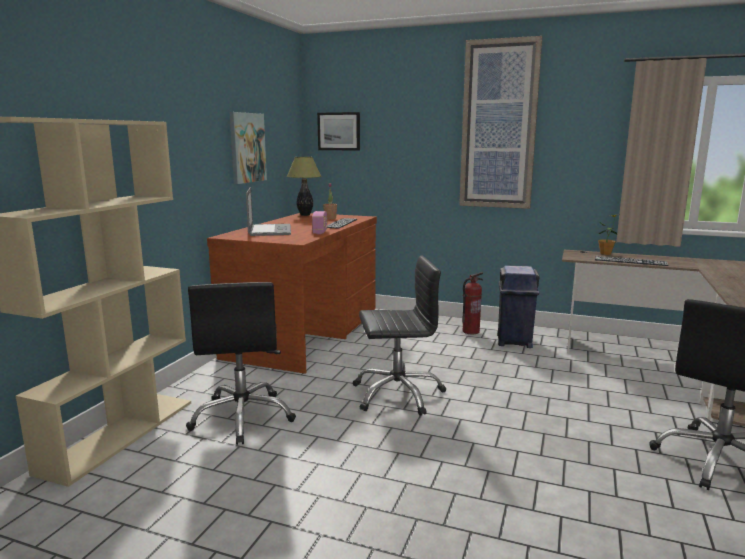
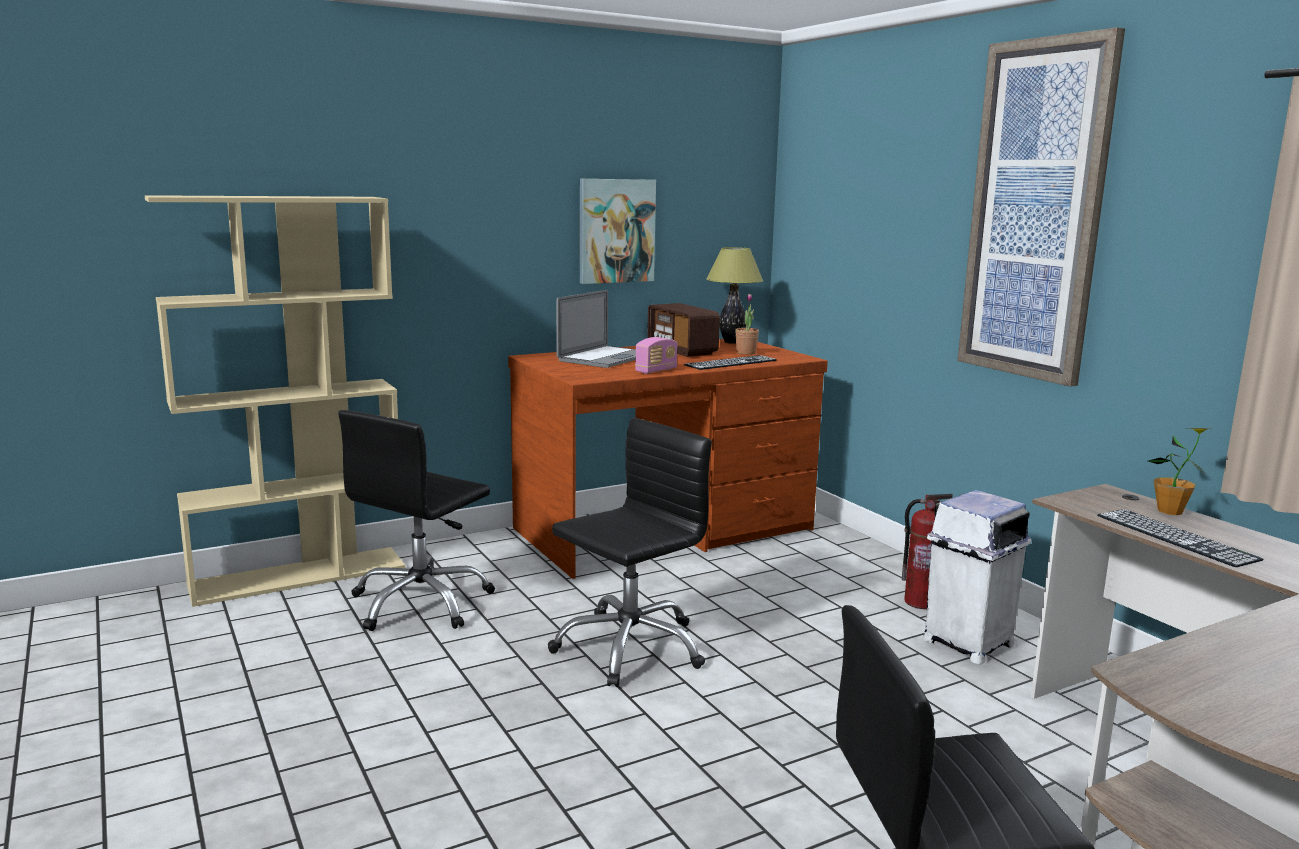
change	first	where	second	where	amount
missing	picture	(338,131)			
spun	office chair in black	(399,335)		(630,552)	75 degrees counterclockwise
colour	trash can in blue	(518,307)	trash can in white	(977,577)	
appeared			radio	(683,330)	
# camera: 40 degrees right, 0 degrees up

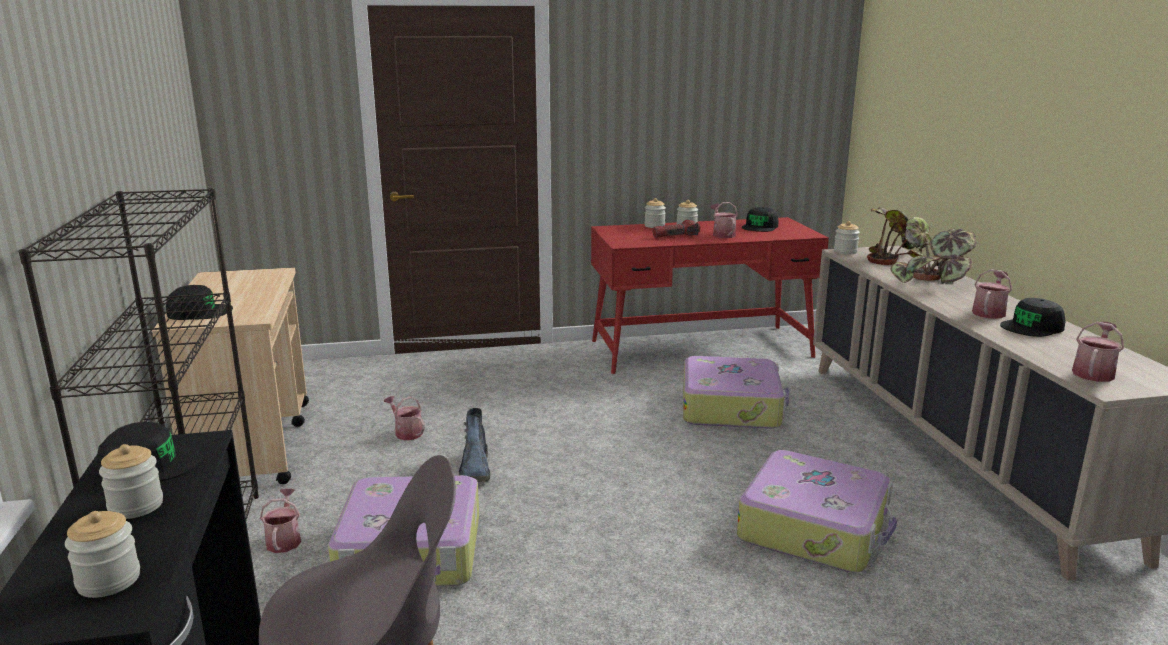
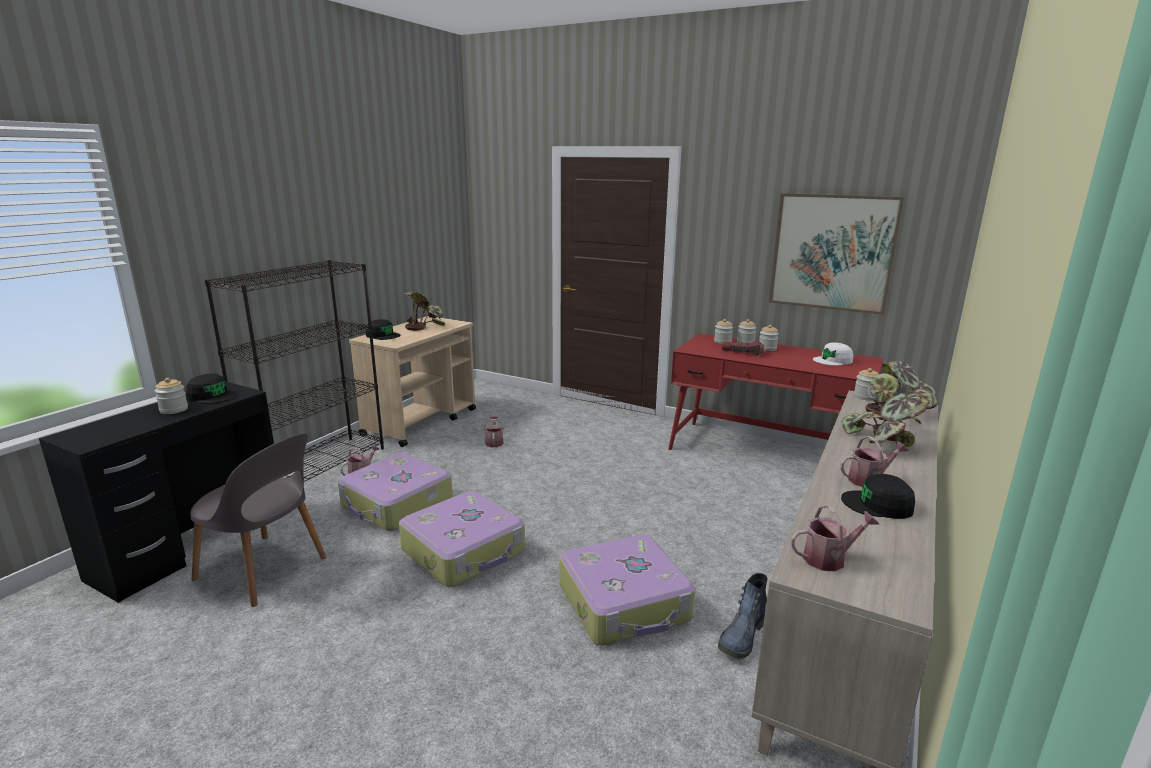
change	first	where	second	where	amount
missing	watering can	(724,220)			
colour	cap in black	(760,219)	cap in white	(833,354)	
relocated	suitcase	(736,392)		(462,539)	
relocated	boot	(474,445)		(743,616)	
relocated	jar	(102,554)		(723,331)	
appeared			picture	(836,254)	
appeared			potted plant	(424,311)	
# camera: 40 degrees right, 0 degrees up

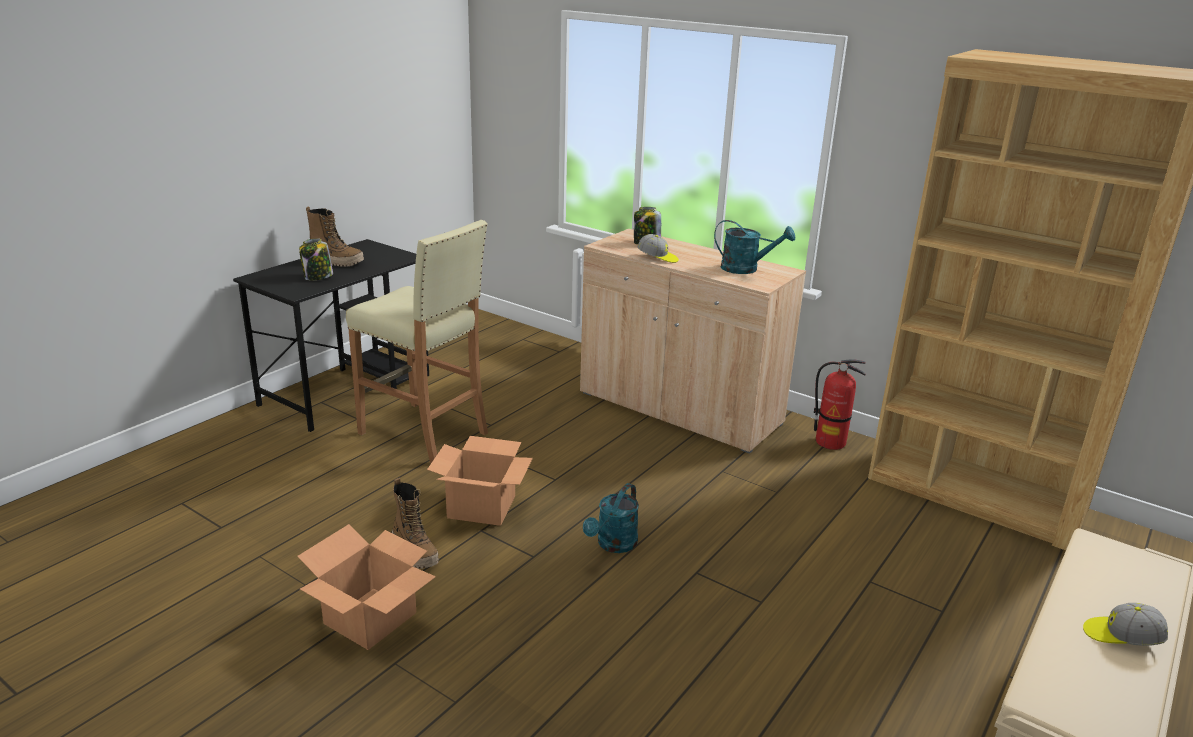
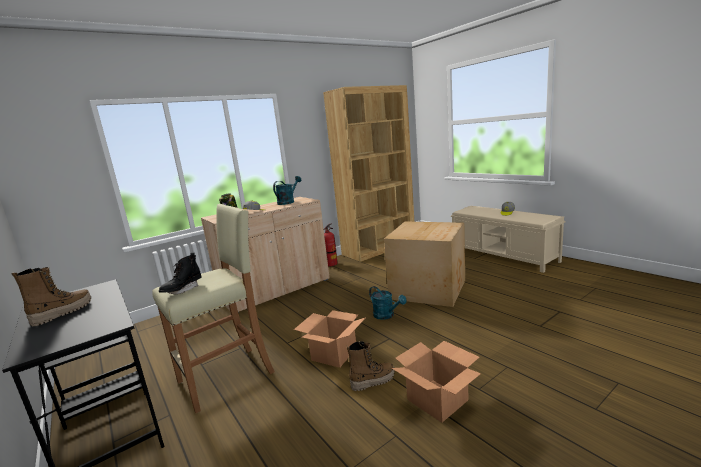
change	first	where	second	where	amount
missing	jar	(316,259)			
appeared			cardboard box	(424,264)	
appeared			boot in black	(180,273)	
# camera: 70 degrees left, 10 degrees down

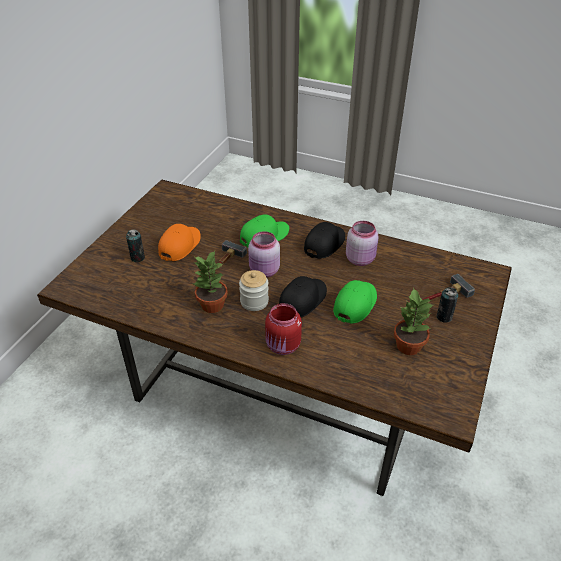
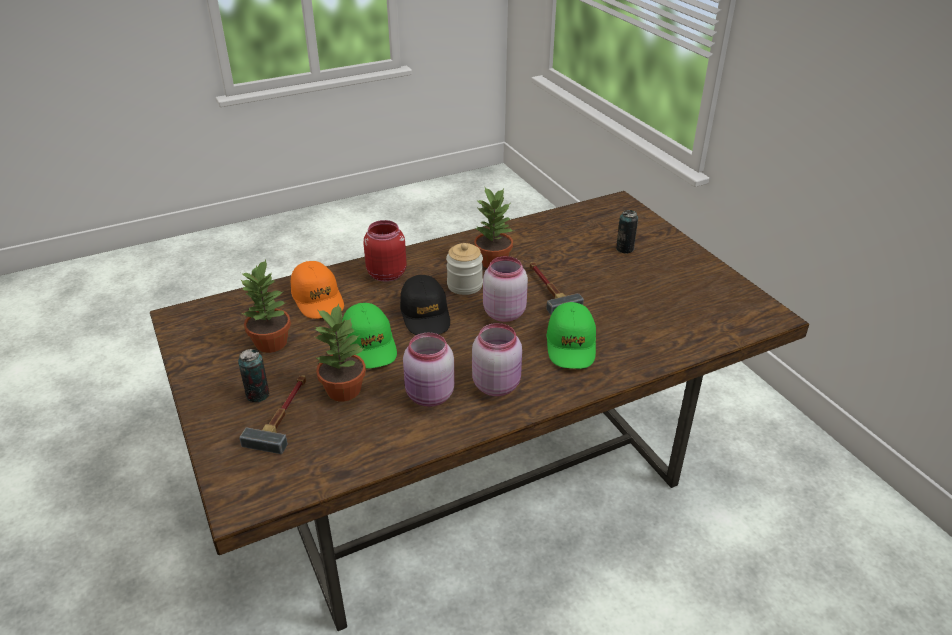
change	first	where	second	where	amount
exchanged	cap in black	(324,240)	jar in pink	(497,359)	
relocated	cap in orange	(179,242)		(317,290)	
appeared			potted plant	(339,352)	
# camera: 130 degrees right, 5 degrees down

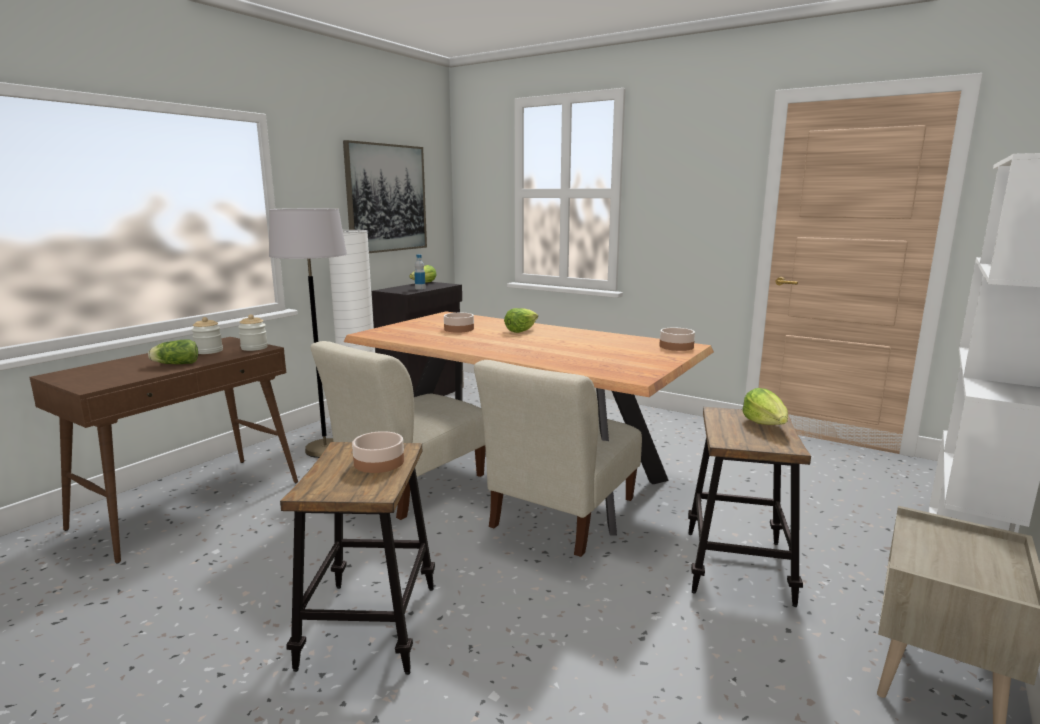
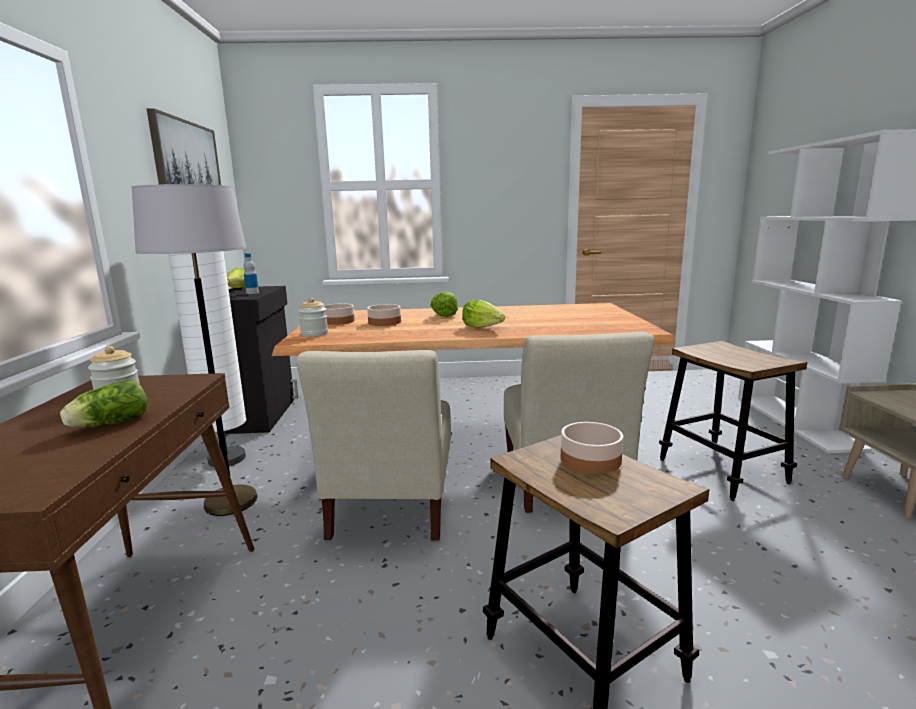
change	first	where	second	where	amount
relocated	jar	(253,332)		(313,317)	
relocated	bowl	(677,339)		(339,314)	
relocated	lettuce	(765,406)		(483,313)	
# camera: 35 degrees left, 0 degrees up

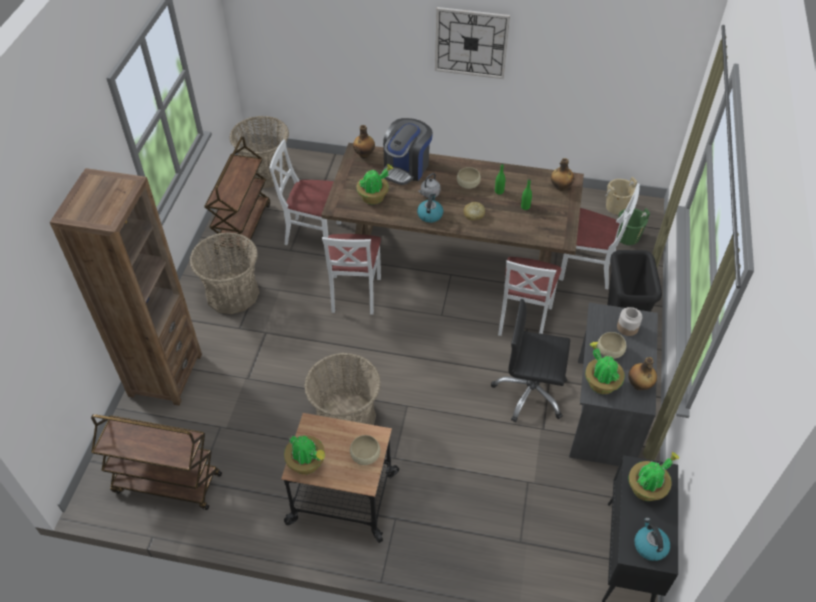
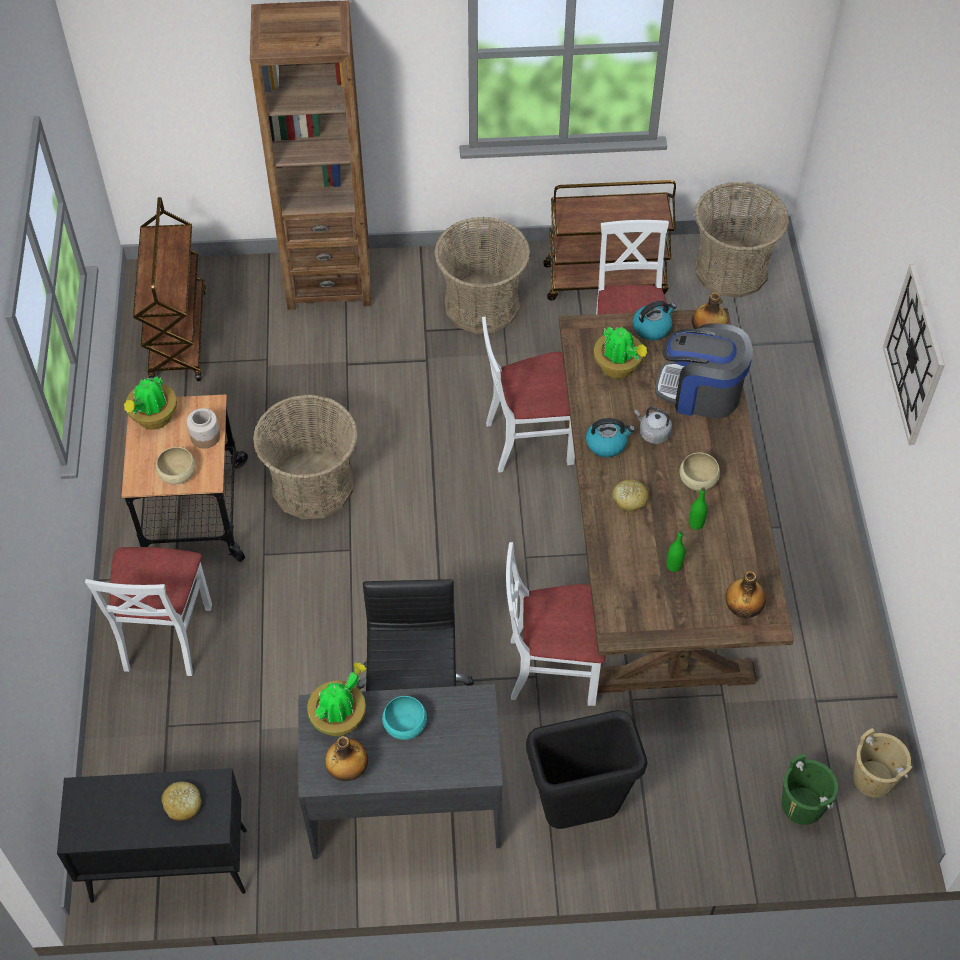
change	first	where	second	where	amount
relocated	chair in white	(599,236)		(148,611)	
relocated	jar	(629,321)		(203,428)	
colour	bowl in beige	(611,345)	bowl in turquoise	(404,718)	
exchanged	potted plant	(654,476)	bread	(181,801)	
relocated	kettle	(652,539)		(654,320)	
# camera: 75 degrees right, 5 degrees up

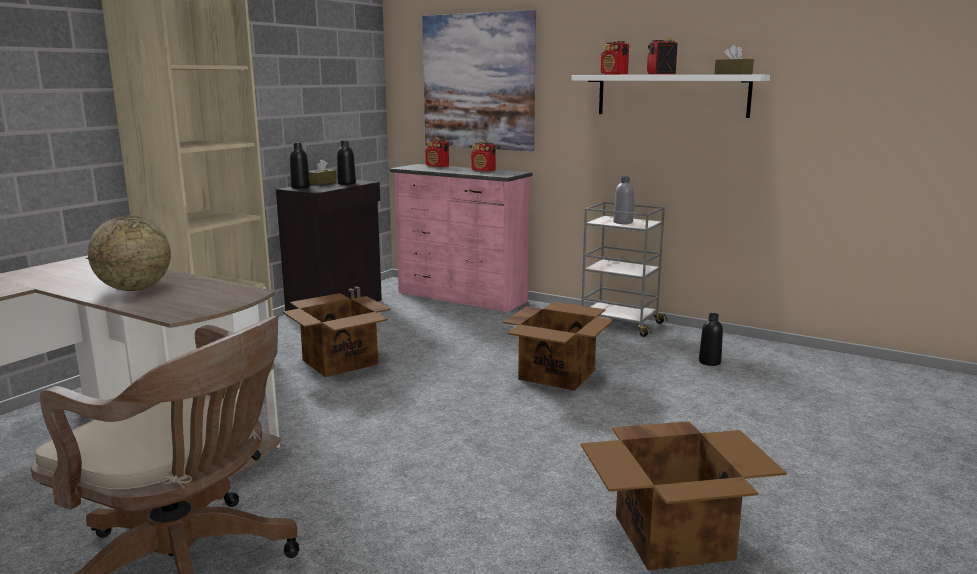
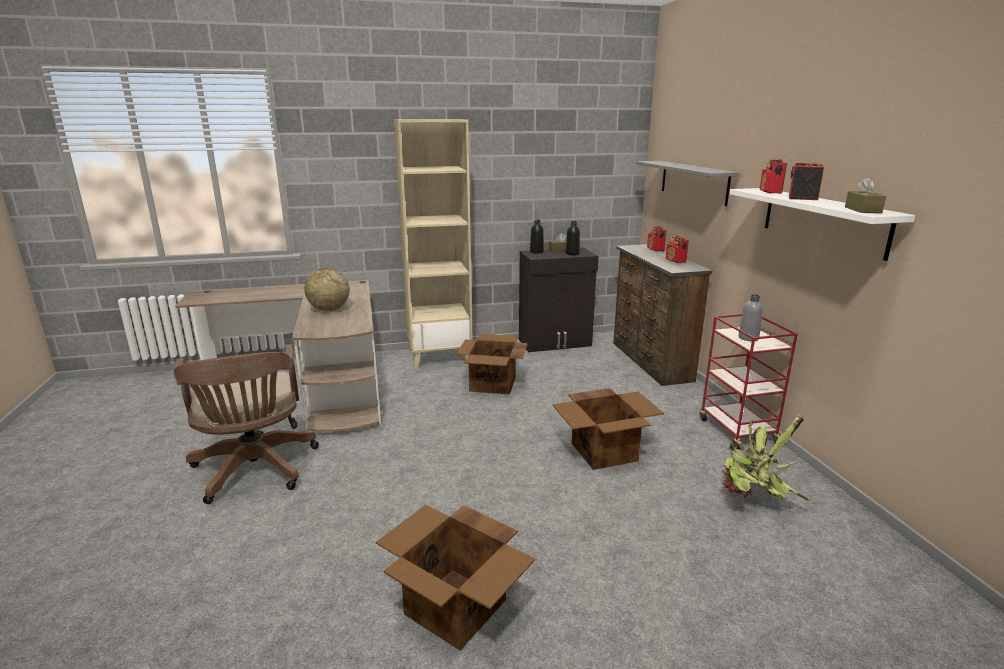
change	first	where	second	where	amount
exchanged	picture	(479,80)	shelf in grey	(688,183)	
colour	dresser in pink	(461,238)	dresser in brown	(662,315)	
colour	cart in grey	(624,269)	cart in red	(748,382)	
exchanged	bottle in black	(711,339)	potted plant	(766,457)	
# camera: 45 degrees right, 5 degrees up

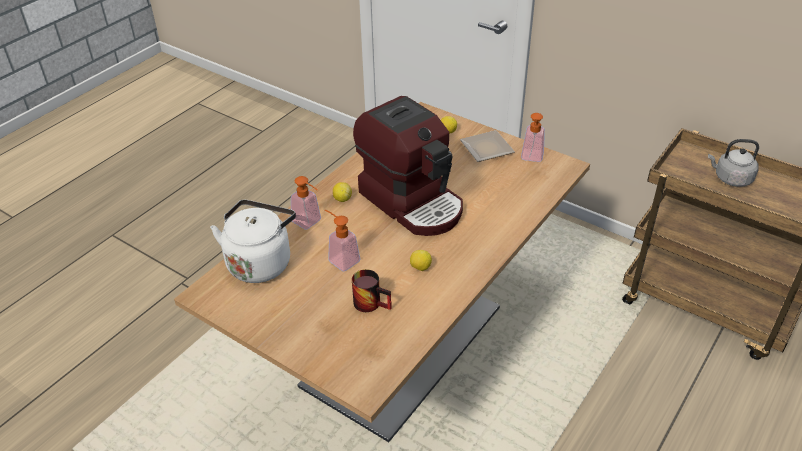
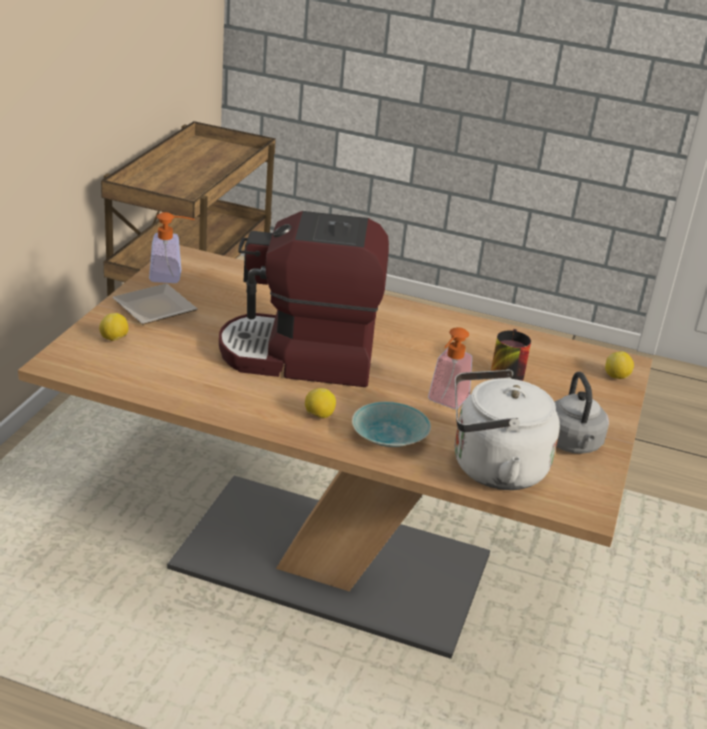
change	first	where	second	where	amount
spun	coffee machine	(408,166)		(304,299)	120 degrees counterclockwise
relocated	kettle in grey	(733,163)		(582,413)	
exchanged	soap dispenser	(306,203)	bowl in turquoise	(391,424)	
relocated	lemon	(421,260)		(619,365)	
# camera: 110 degrees left, 10 degrees down

